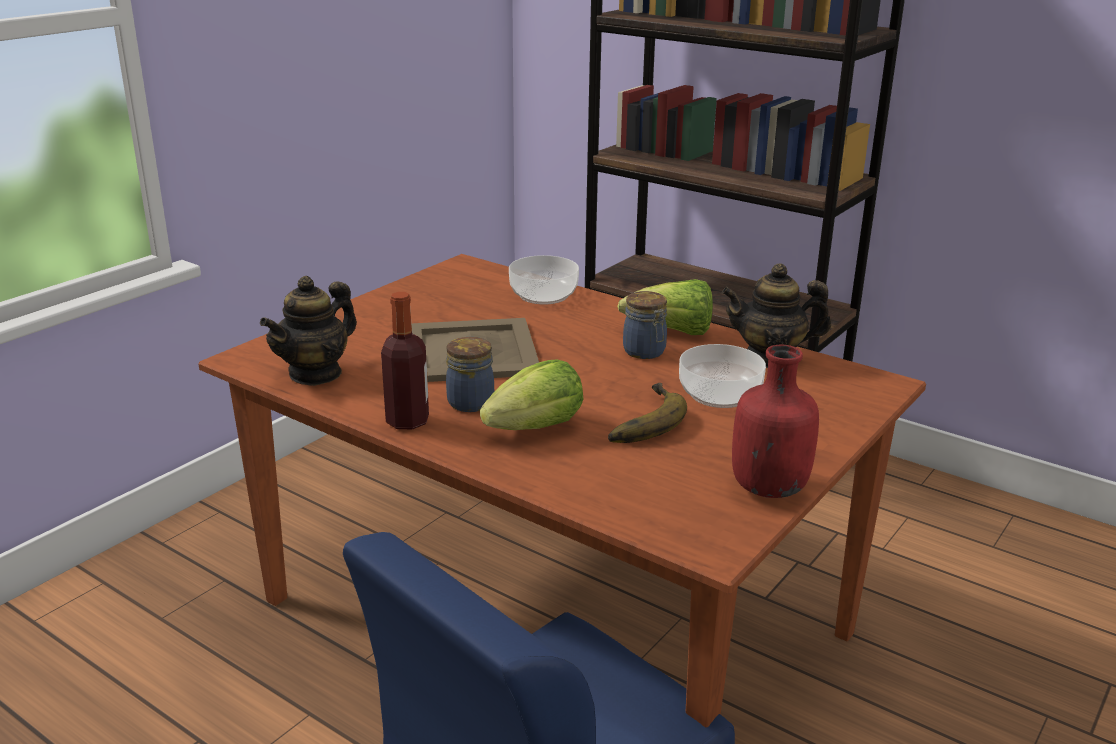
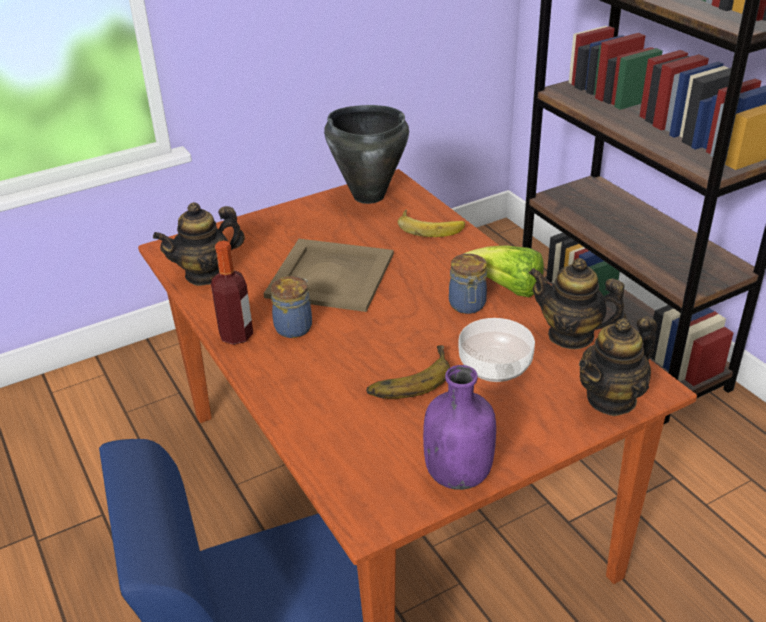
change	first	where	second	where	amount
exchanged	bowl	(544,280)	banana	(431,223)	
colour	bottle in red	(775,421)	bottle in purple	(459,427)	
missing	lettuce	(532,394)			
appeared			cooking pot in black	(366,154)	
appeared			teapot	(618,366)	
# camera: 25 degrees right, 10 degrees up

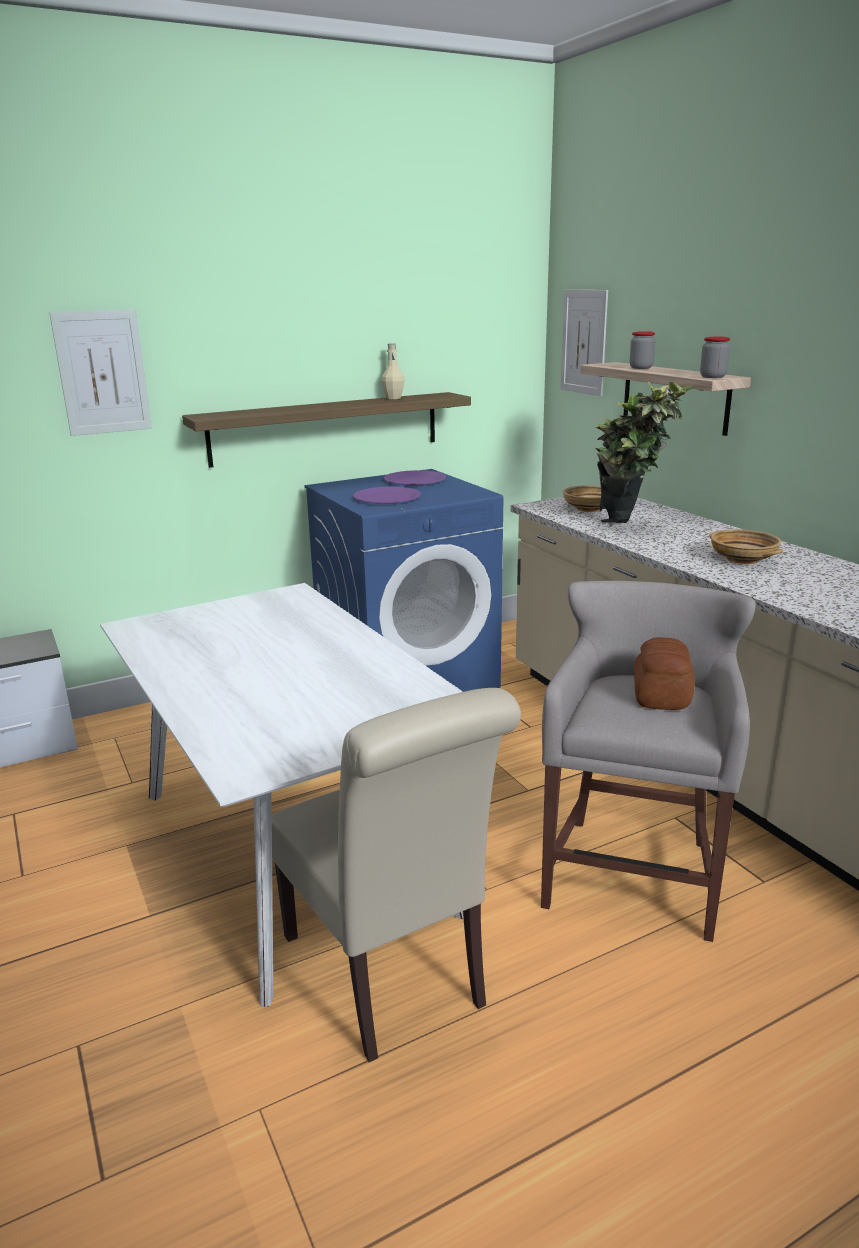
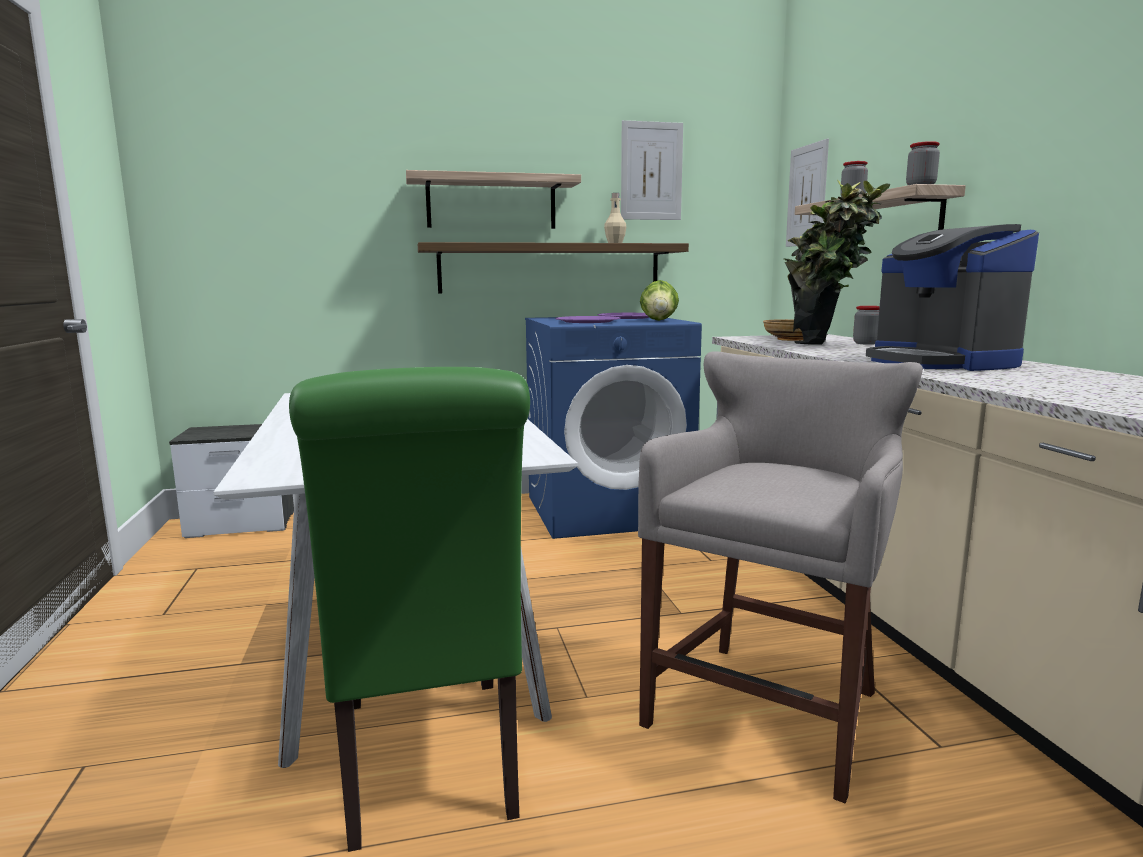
change	first	where	second	where	amount
relocated	picture	(100,372)		(652,170)	
exchanged	bowl in beige	(746,546)	coffee machine	(952,297)	
missing	bread	(664,673)			
colour	chair in beige	(396,875)	chair in green	(409,609)	
appeared			shelf	(493,199)	
appeared			lettuce	(659,300)	
appeared			jar	(866,325)	
# camera: 15 degrees right, 10 degrees down

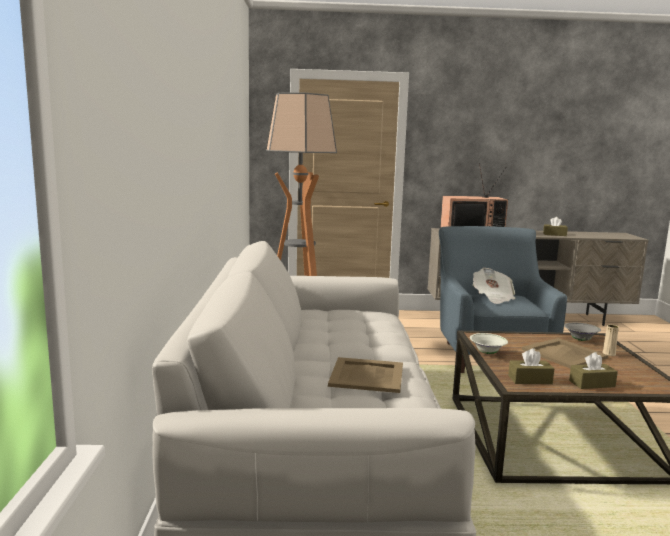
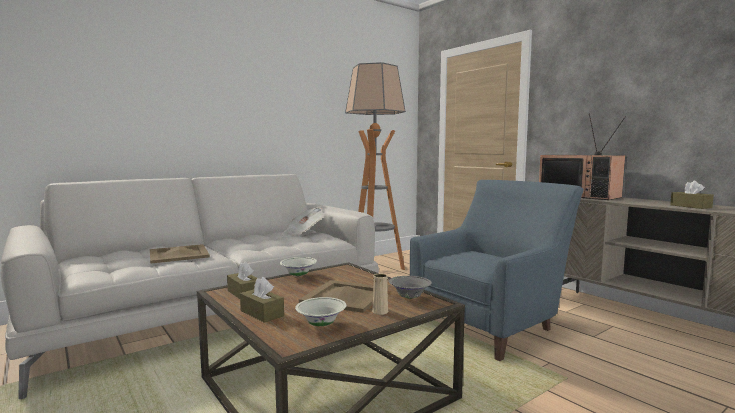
change	first	where	second	where	amount
relocated	newspaper	(494,286)		(303,221)	
appeared			bowl in white	(320,311)	
# camera: 55 degrees right, 5 degrees down

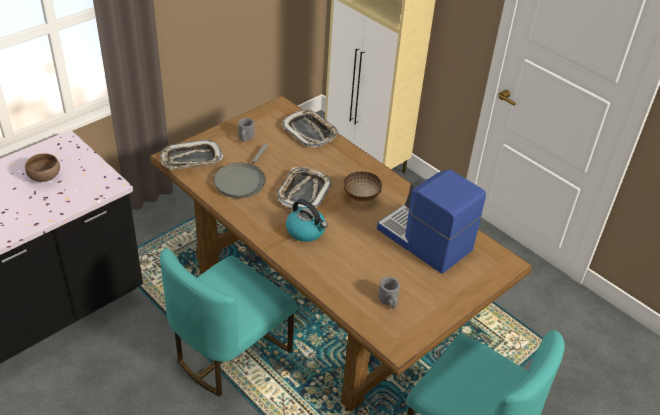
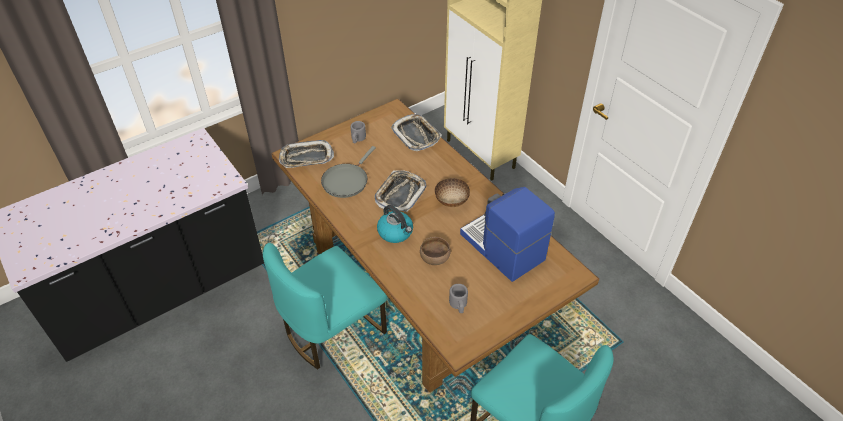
change	first	where	second	where	amount
relocated	bowl in brown	(42,167)		(435,251)	
# camera: 10 degrees right, 5 degrees up

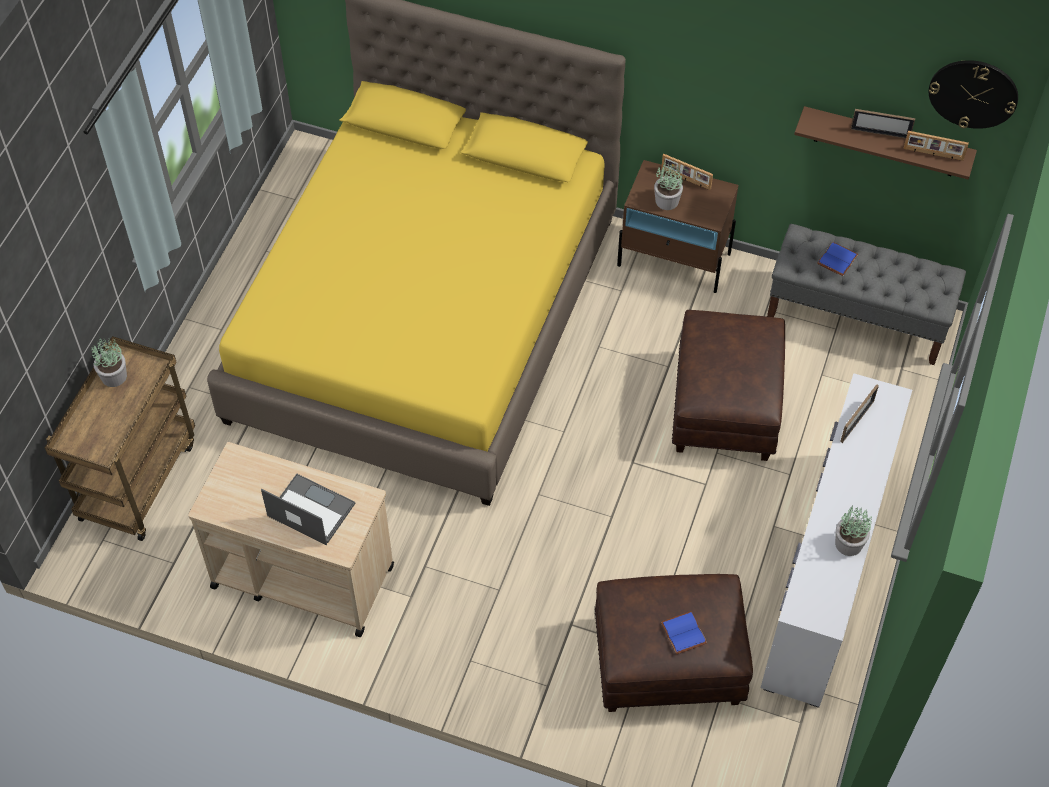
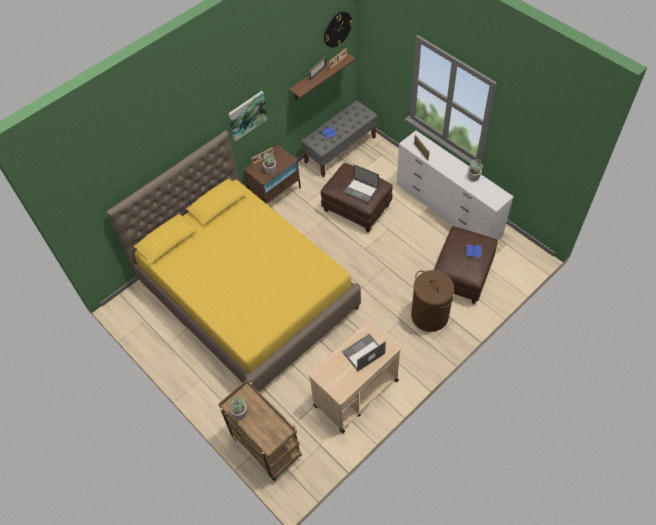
change	first	where	second	where	amount
appeared			picture	(248,116)	
appeared			laptop	(361,184)	
appeared			laundry basket in brown	(432,301)	
# camera: 60 degrees left, 0 degrees up

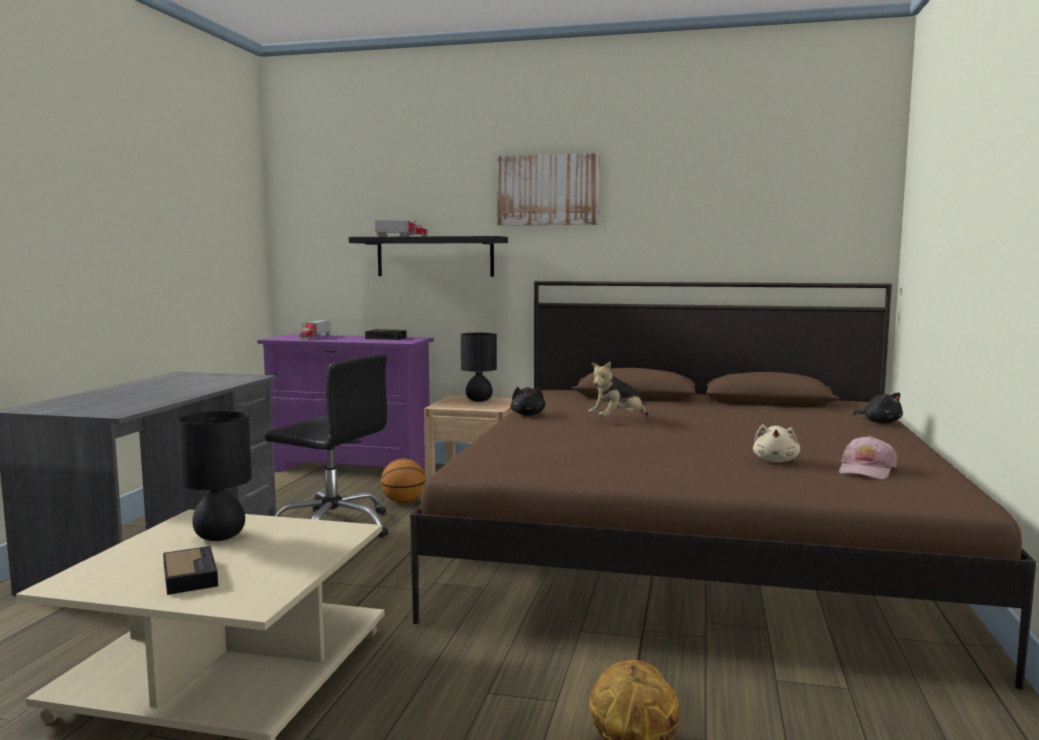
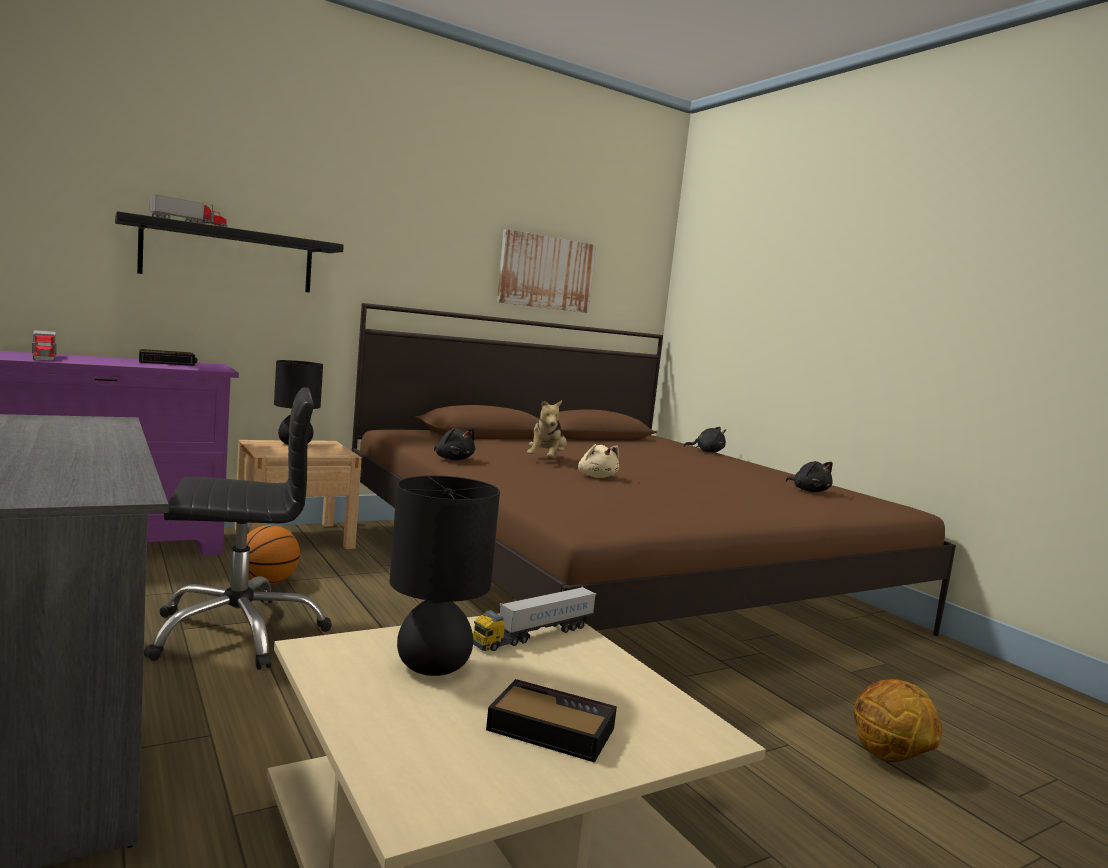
change	first	where	second	where	amount
relocated	picture	(548,189)		(546,271)	
relocated	plush toy in beige	(776,443)		(598,461)	
exchanged	cap in pink	(868,457)	plush toy in black	(809,476)	
appeared			toy truck	(534,619)	
# camera: 45 degrees left, 0 degrees up

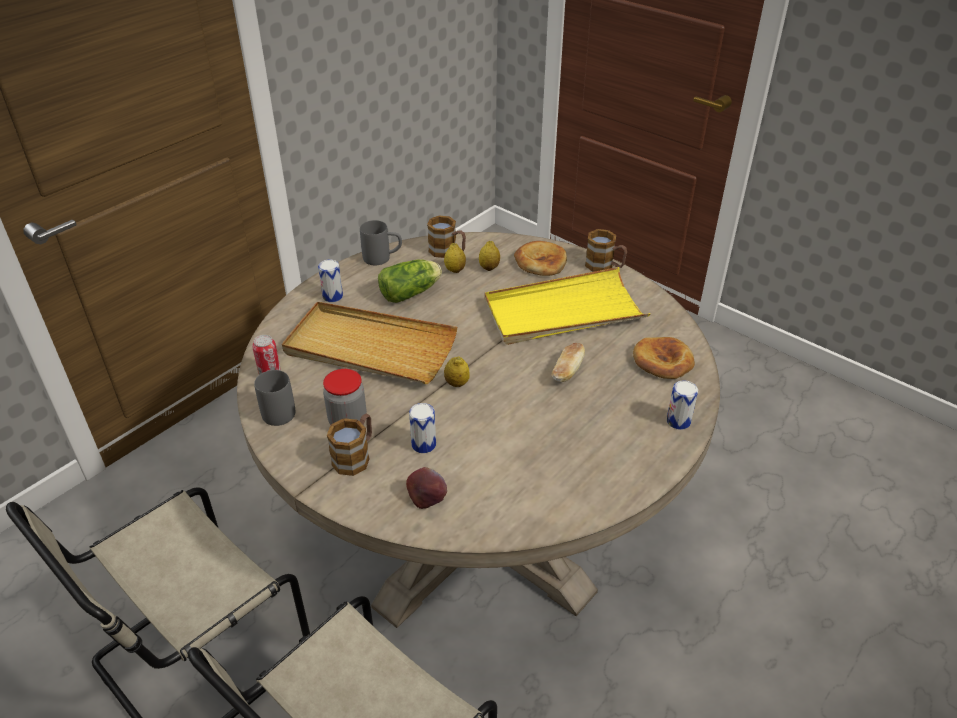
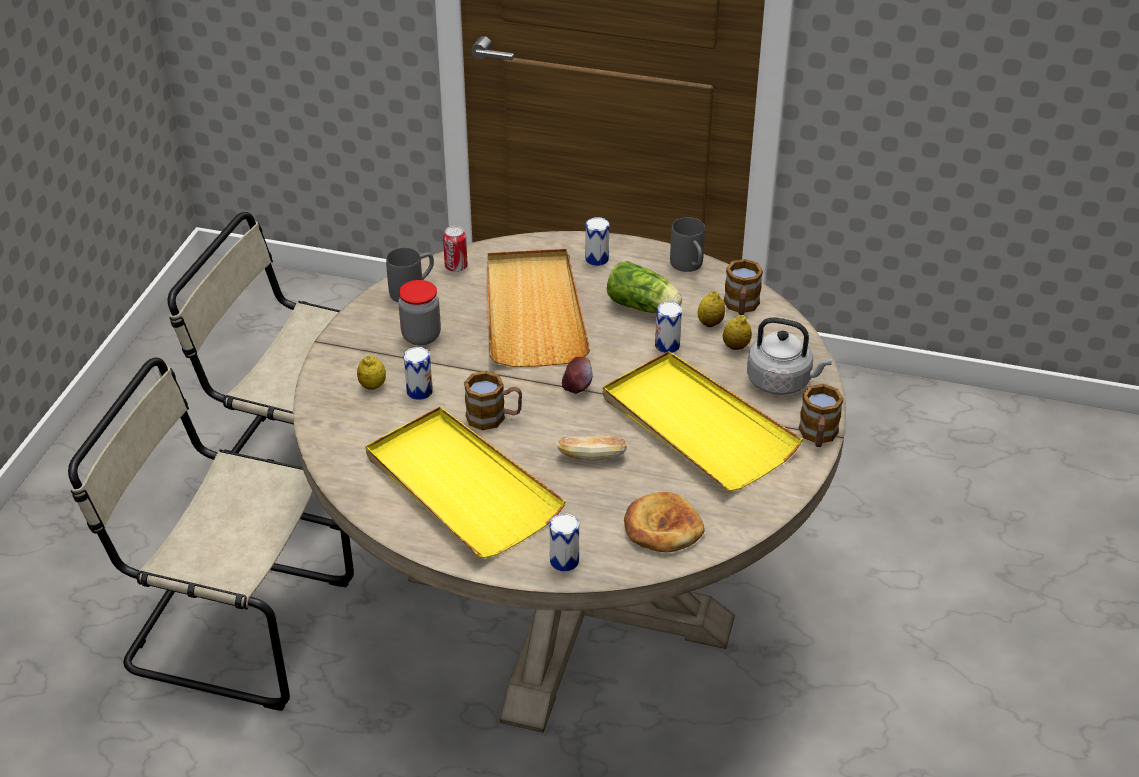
change	first	where	second	where	amount
exchanged	bread	(540,258)	kettle in grey	(789,356)	
relocated	lemon	(457,371)		(371,373)	
relocated	mug	(349,445)		(493,400)	
relocated	apple	(426,488)		(577,375)	
appeared			can	(668,327)	
appeared			tray in yellow	(465,482)	
# camera: 65 degrees right, 0 degrees up

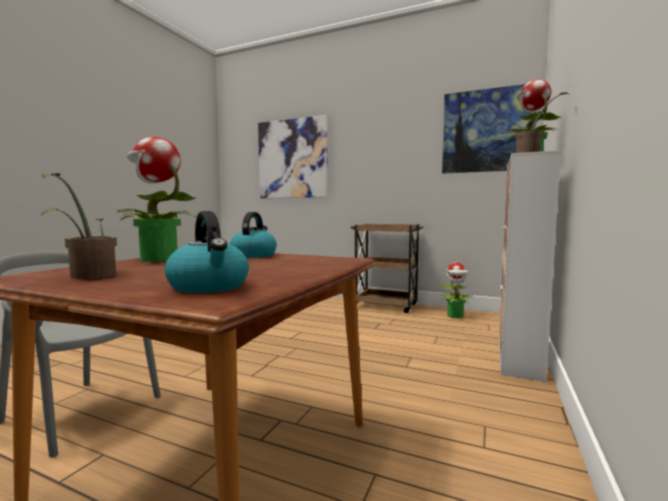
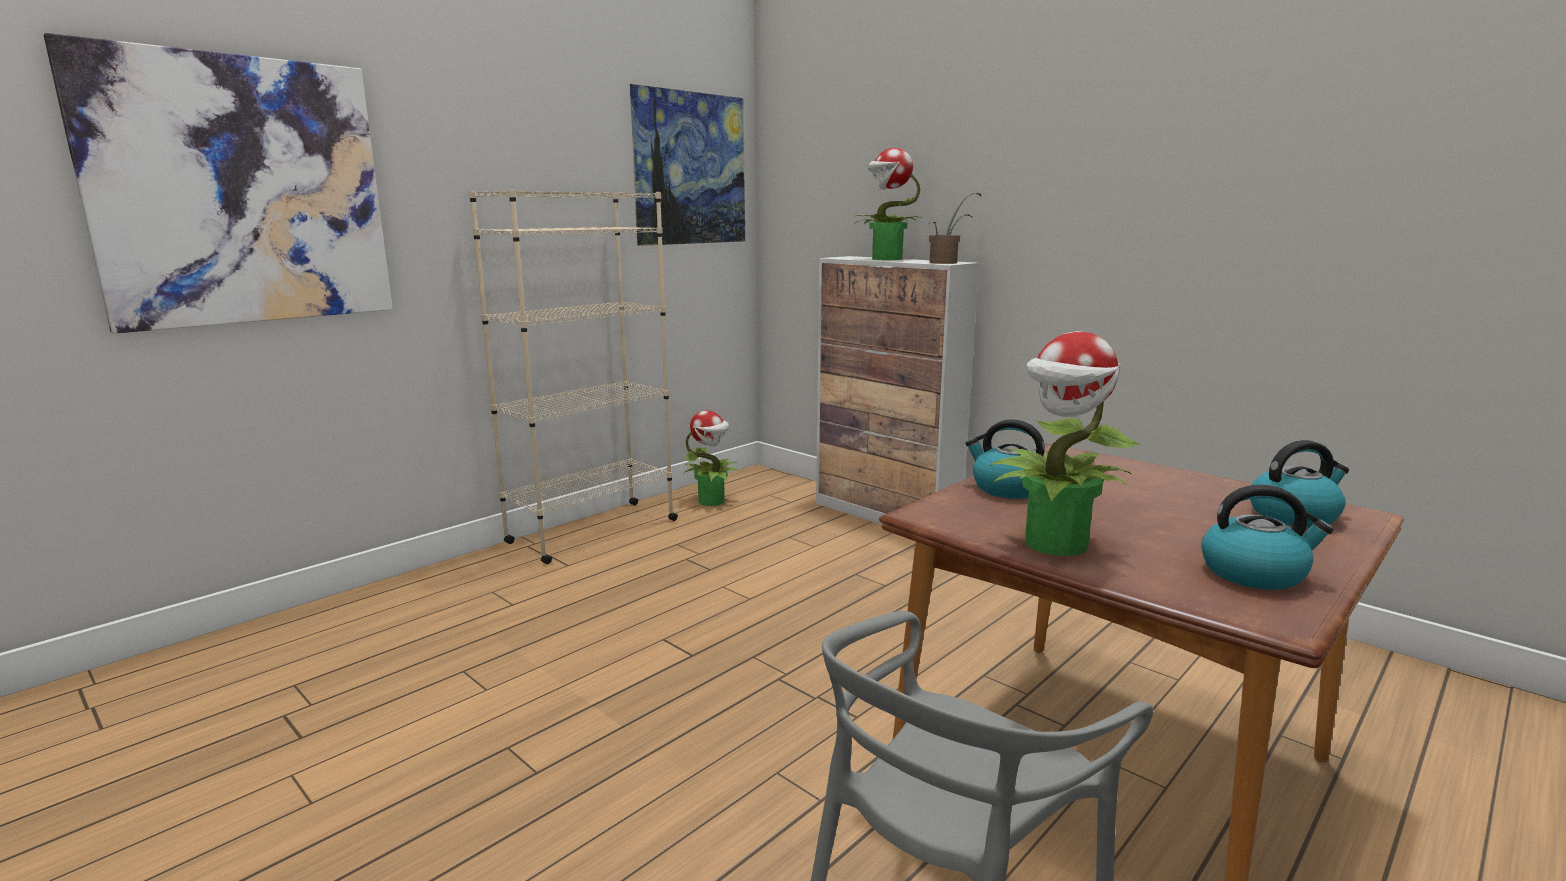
change	first	where	second	where	amount
exchanged	potted plant	(79,226)	kettle	(1267,537)	
exchanged	cart in brown	(387,268)	bookcase in beige	(573,376)	
# camera: 70 degrees left, 10 degrees up

